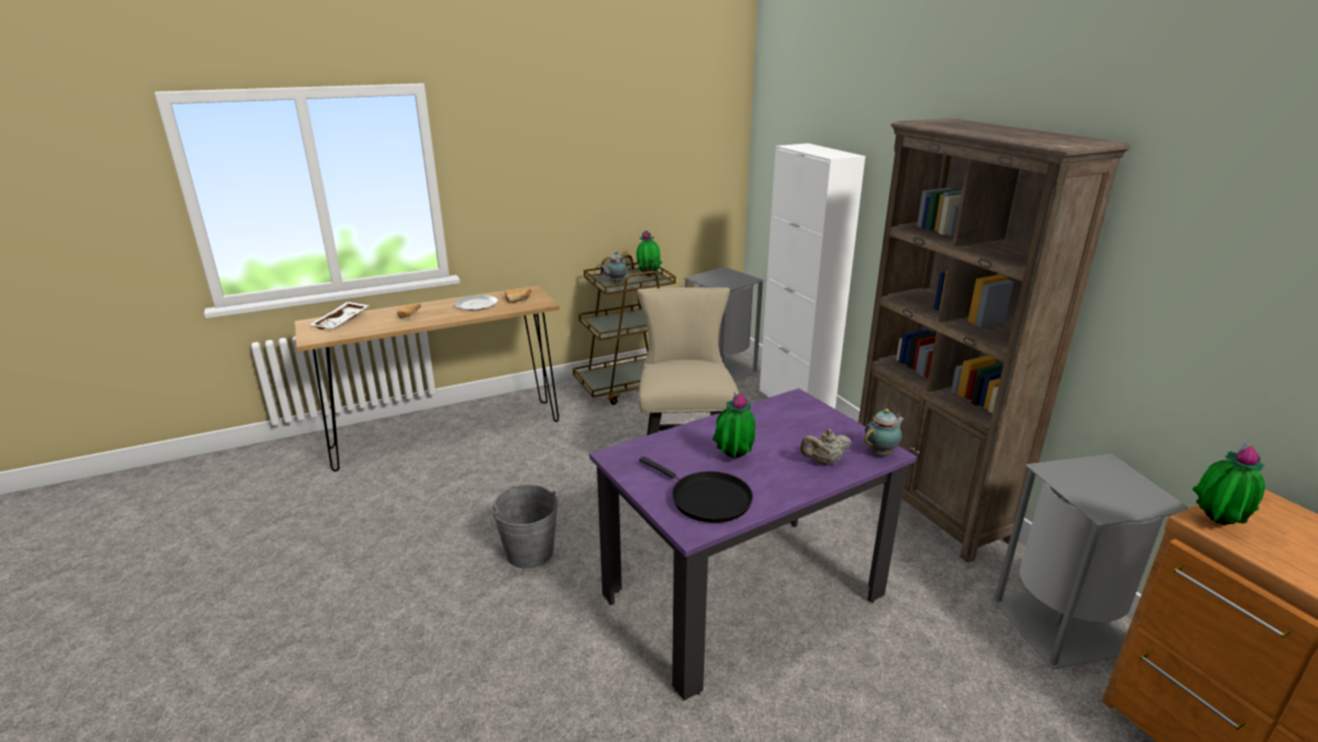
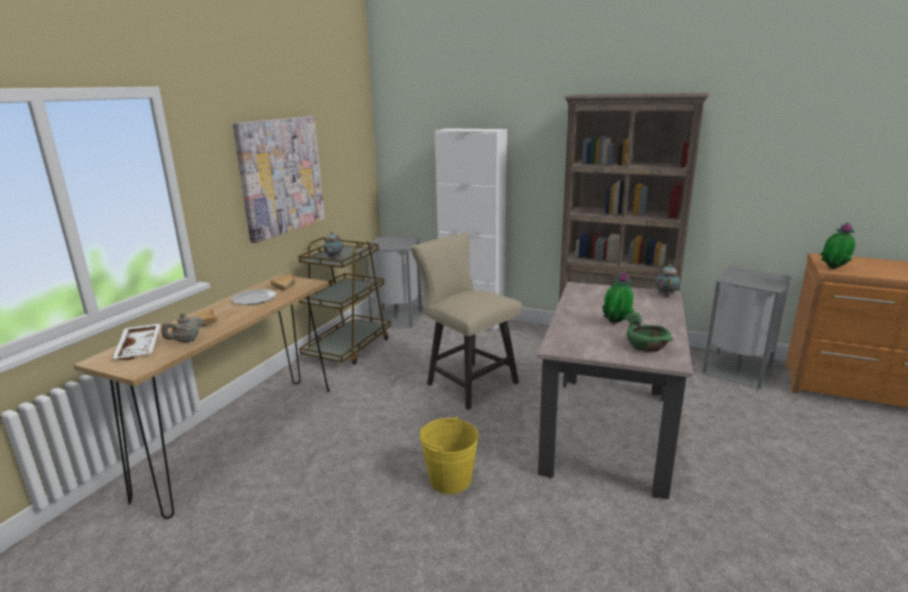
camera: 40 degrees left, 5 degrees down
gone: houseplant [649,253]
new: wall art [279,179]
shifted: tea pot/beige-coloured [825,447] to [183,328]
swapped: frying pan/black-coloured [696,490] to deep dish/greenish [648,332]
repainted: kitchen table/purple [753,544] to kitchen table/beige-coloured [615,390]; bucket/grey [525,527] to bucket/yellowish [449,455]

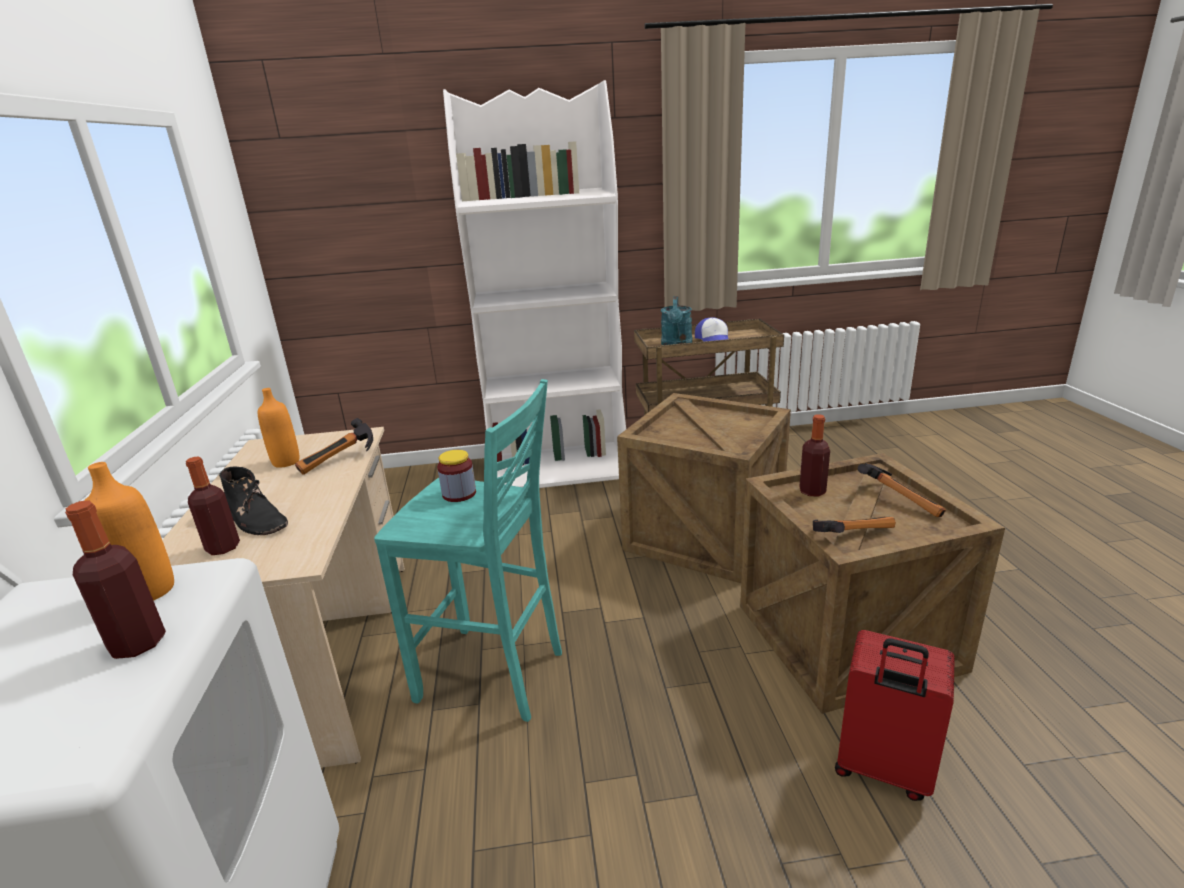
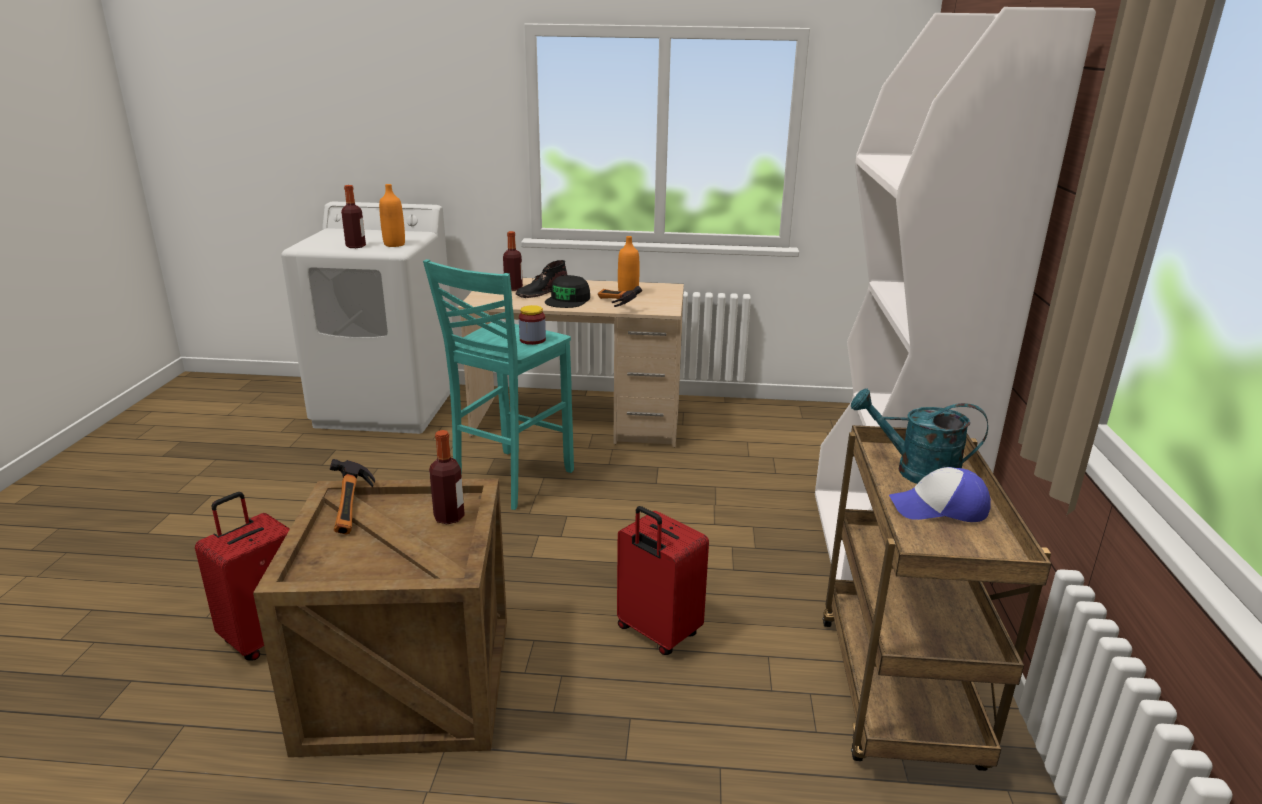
camera: 100 degrees right, 0 degrees up
gone: tool hammer [902,490]
new: baseball cap/black-coloured [567,291]
swapped: shipping crate [704,488] to travel case/red-coloured [663,580]

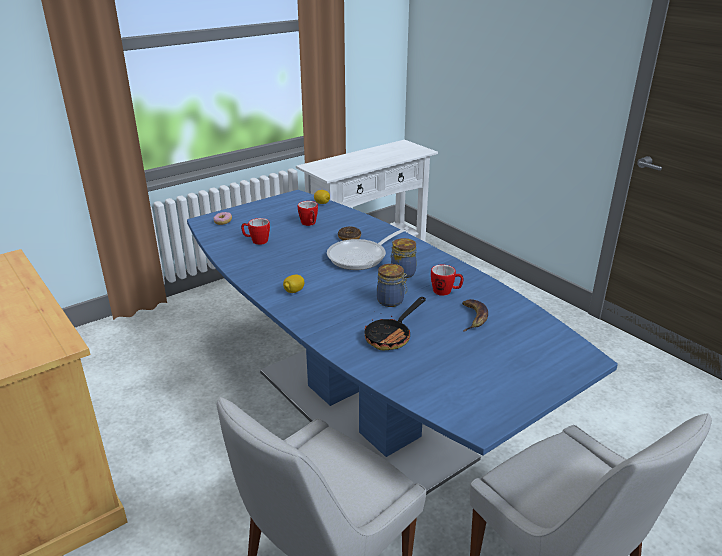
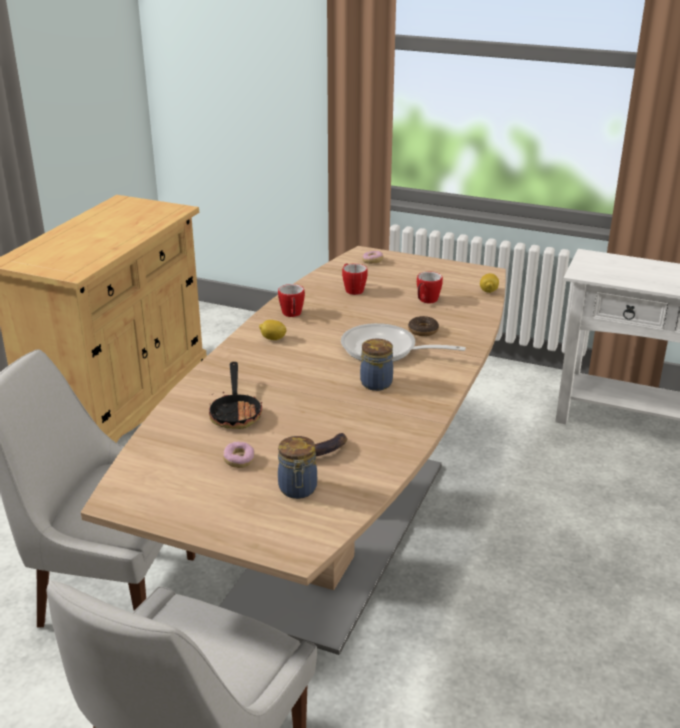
camera: 60 degrees right, 0 degrees up
new: ring doughnut [238,455]
shifted: preserve jar [392,285] to [297,467]; coffee mug [447,280] to [291,300]
repainted: kitchen table/blue [402,342] to kitchen table/brown [293,450]
rotated: frying pan [395,323] = [235,395] 105 degrees counterclockwise

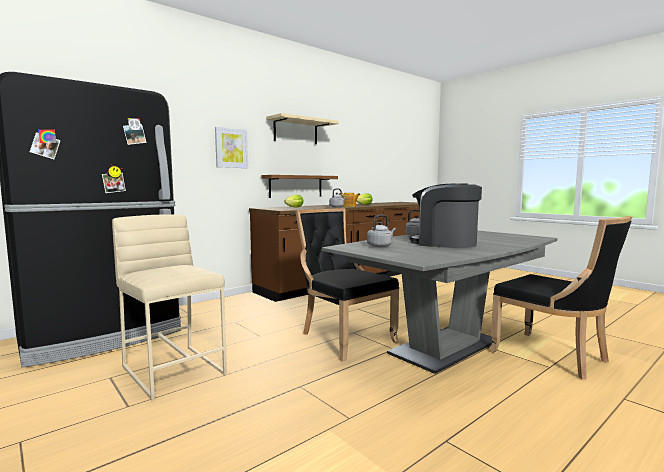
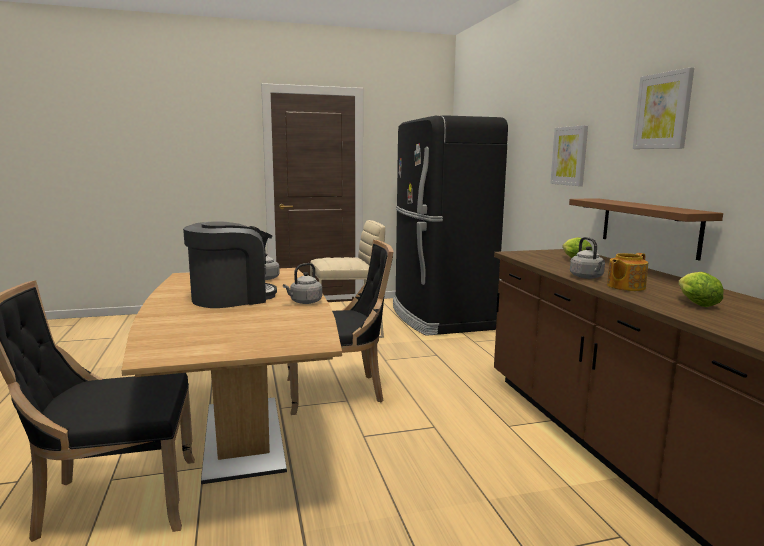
camera: 115 degrees right, 5 degrees up
swapped: shelf/beige-coloured [302,128] to wall art [663,108]
repainted: kitchen table/grey [439,302] to kitchen table/brown [232,376]

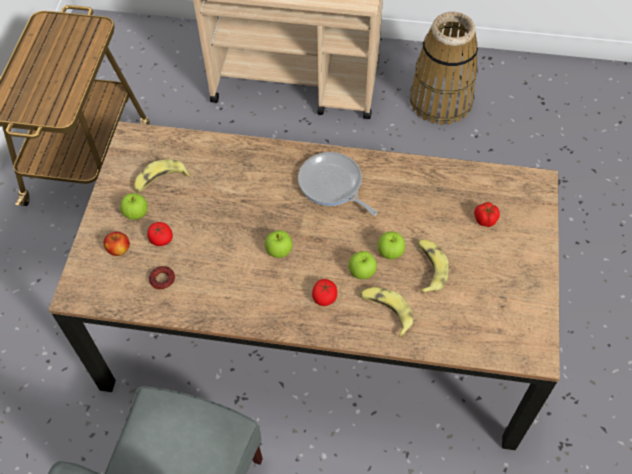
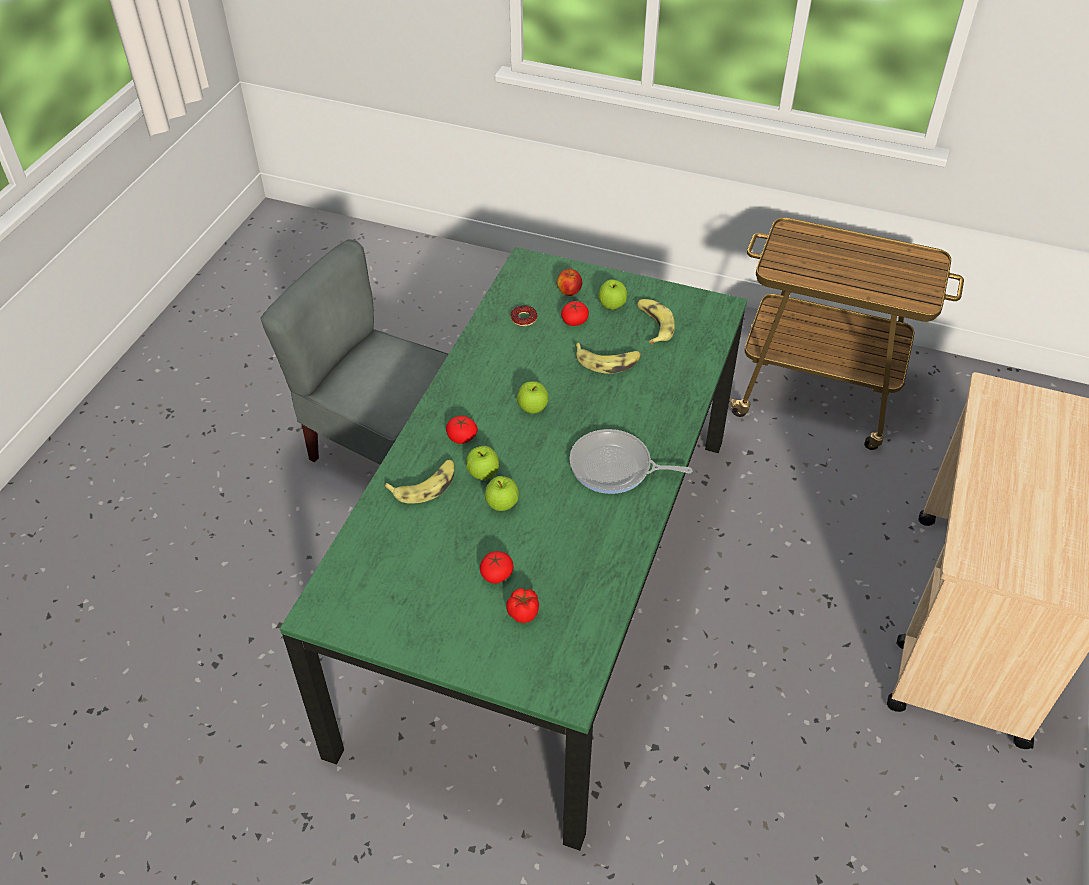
camera: 100 degrees right, 10 degrees down
gone: household basket [444,68]
new: tomato [496,567]
shifted: banana fruit [433,266] to [608,358]
repainted: kitchen table/brown [304,285] to kitchen table/greenish [513,549]
rotated: frying pan [338,184] = [631,461] 135 degrees counterclockwise

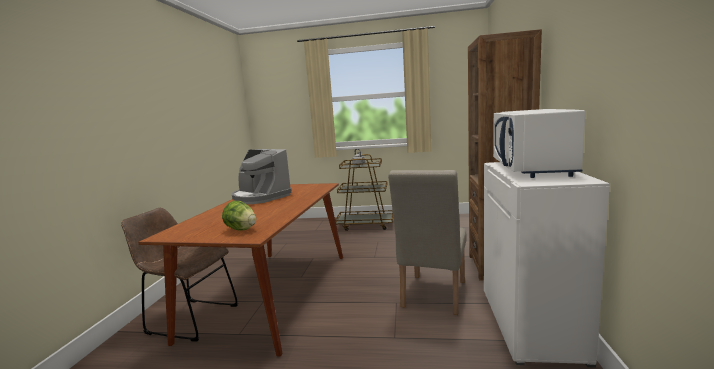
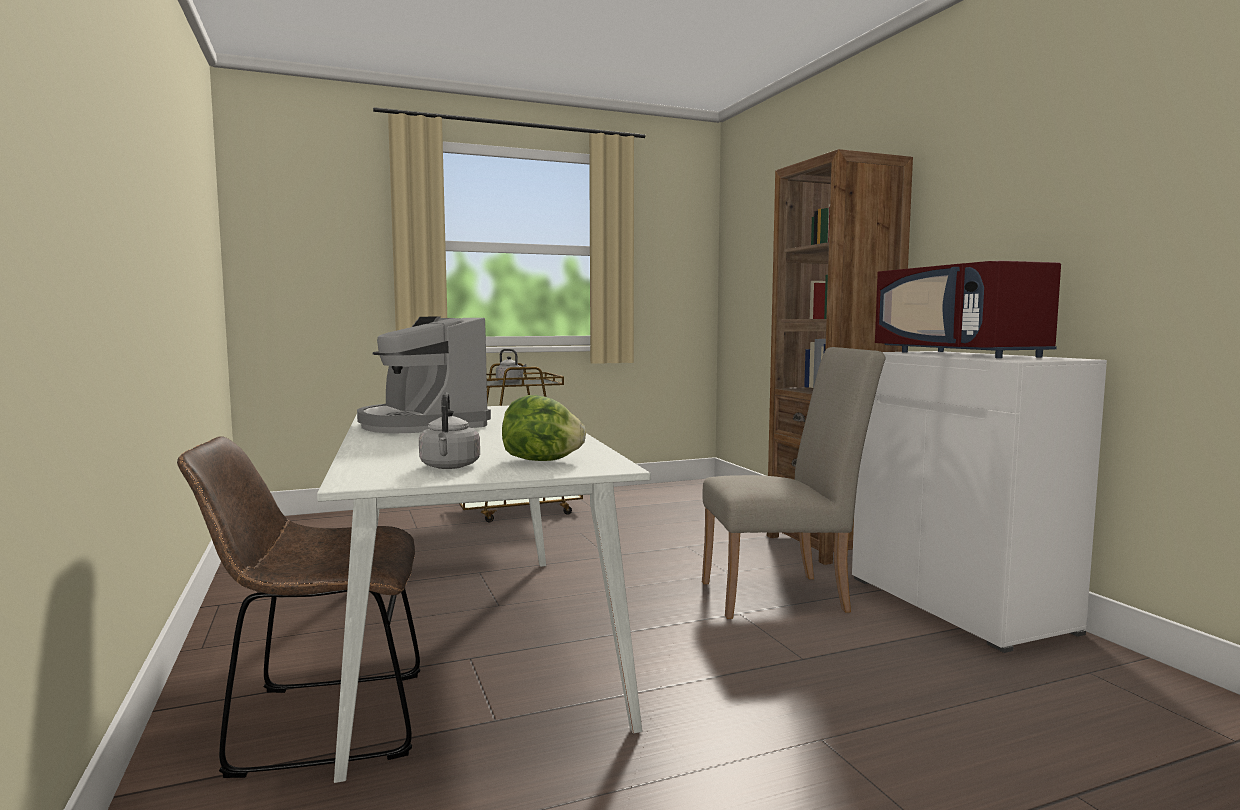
camera: 30 degrees left, 5 degrees down
new: water kettle/grey [449,430]
repainted: kitchen microwave/white-coloured [539,143] to kitchen microwave/red-coloured [968,309]; kitchen table/brown [240,270] to kitchen table/white-coloured [484,594]
rotated: coffee machine [262,176] = [424,375] 45 degrees clockwise; chair/beige-coloured [427,242] = [794,483] 90 degrees counterclockwise

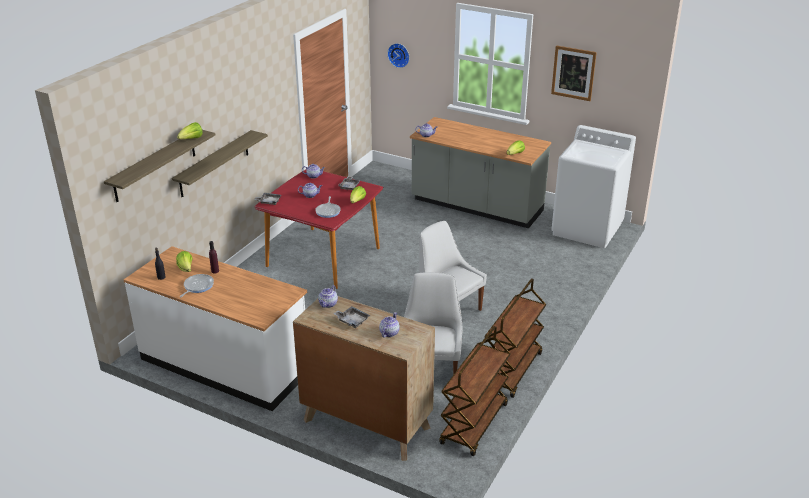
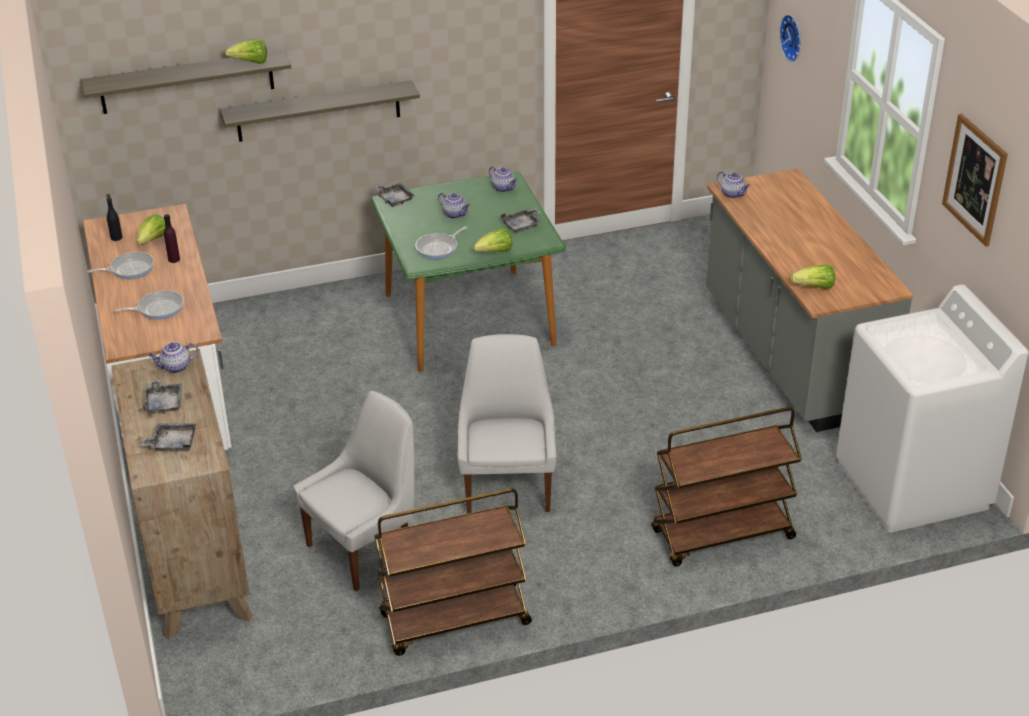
camera: 45 degrees right, 5 degrees up
new: frying pan [149,305]
shifted: wheeled cart/brown [475,391] to [726,487]
swapped: tea pot [389,324] to tray/grey [168,437]
repainted: kitchen table/red-coloured [319,229] to kitchen table/greenish [468,272]

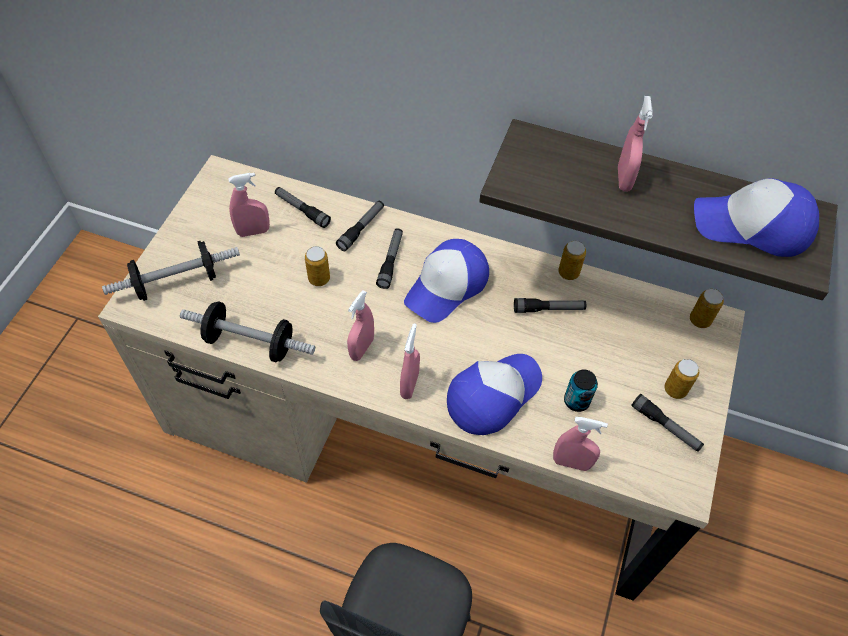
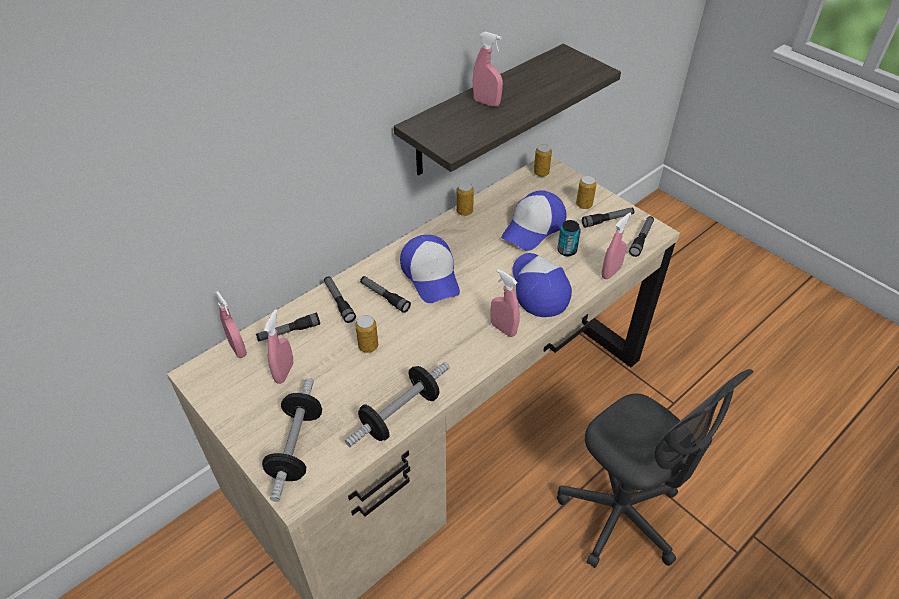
camera: 60 degrees left, 10 degrees down
shifted: baseball cap [756,217] to [534,220]; spray bottle/pink [360,325] to [231,324]; hand torch [550,305] to [641,236]

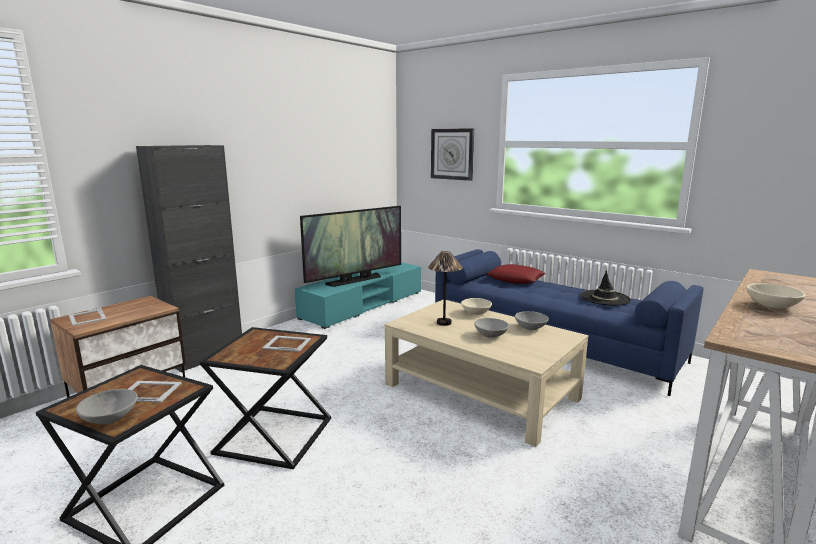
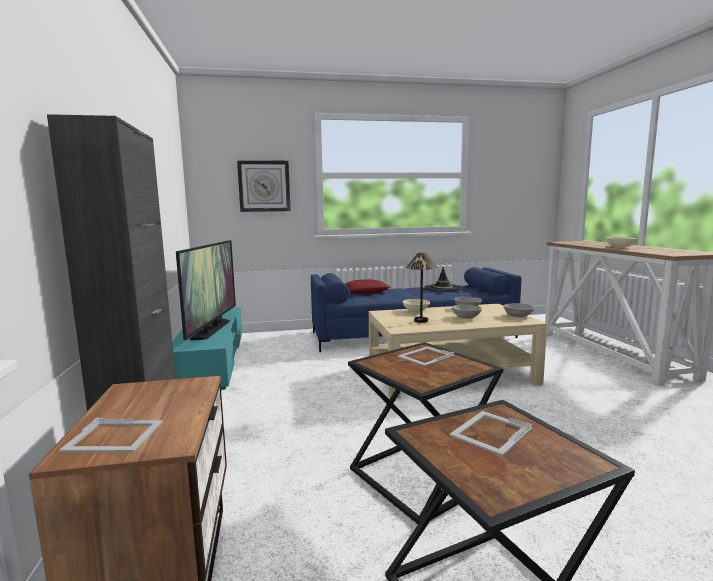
camera: 50 degrees left, 5 degrees down
shifted: deep dish/grey [107,406] to [519,310]

